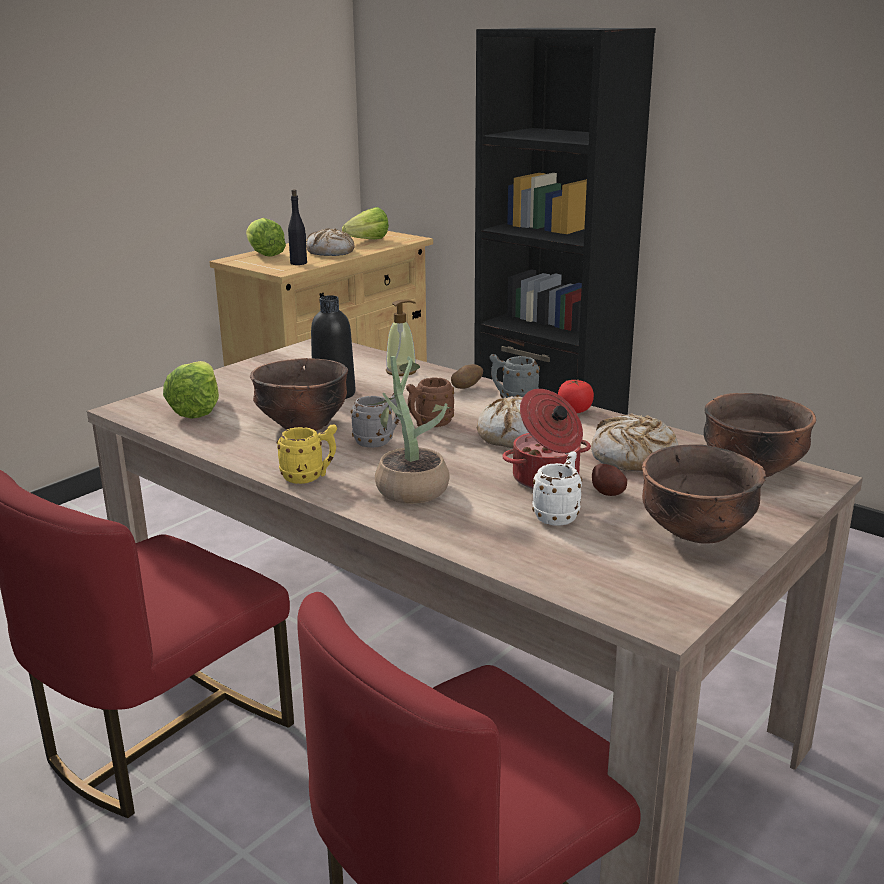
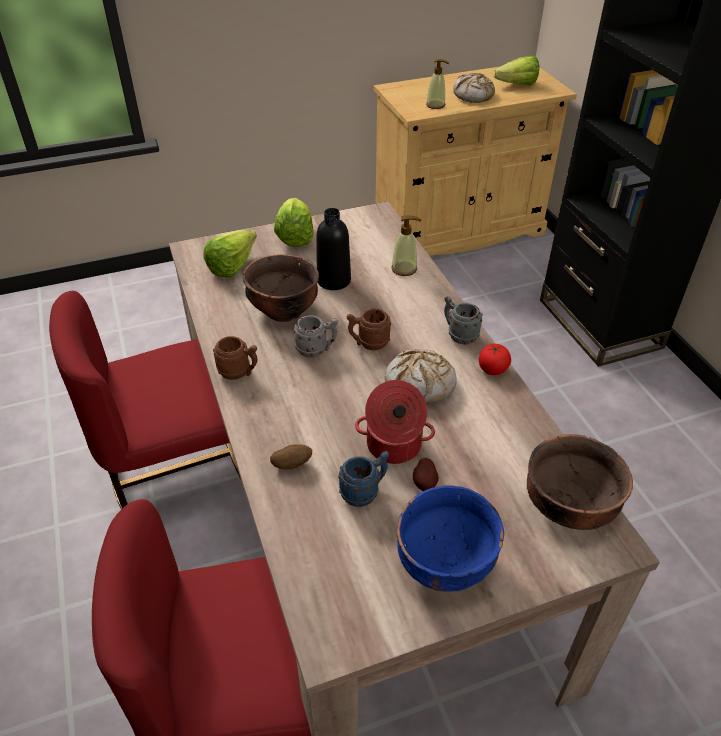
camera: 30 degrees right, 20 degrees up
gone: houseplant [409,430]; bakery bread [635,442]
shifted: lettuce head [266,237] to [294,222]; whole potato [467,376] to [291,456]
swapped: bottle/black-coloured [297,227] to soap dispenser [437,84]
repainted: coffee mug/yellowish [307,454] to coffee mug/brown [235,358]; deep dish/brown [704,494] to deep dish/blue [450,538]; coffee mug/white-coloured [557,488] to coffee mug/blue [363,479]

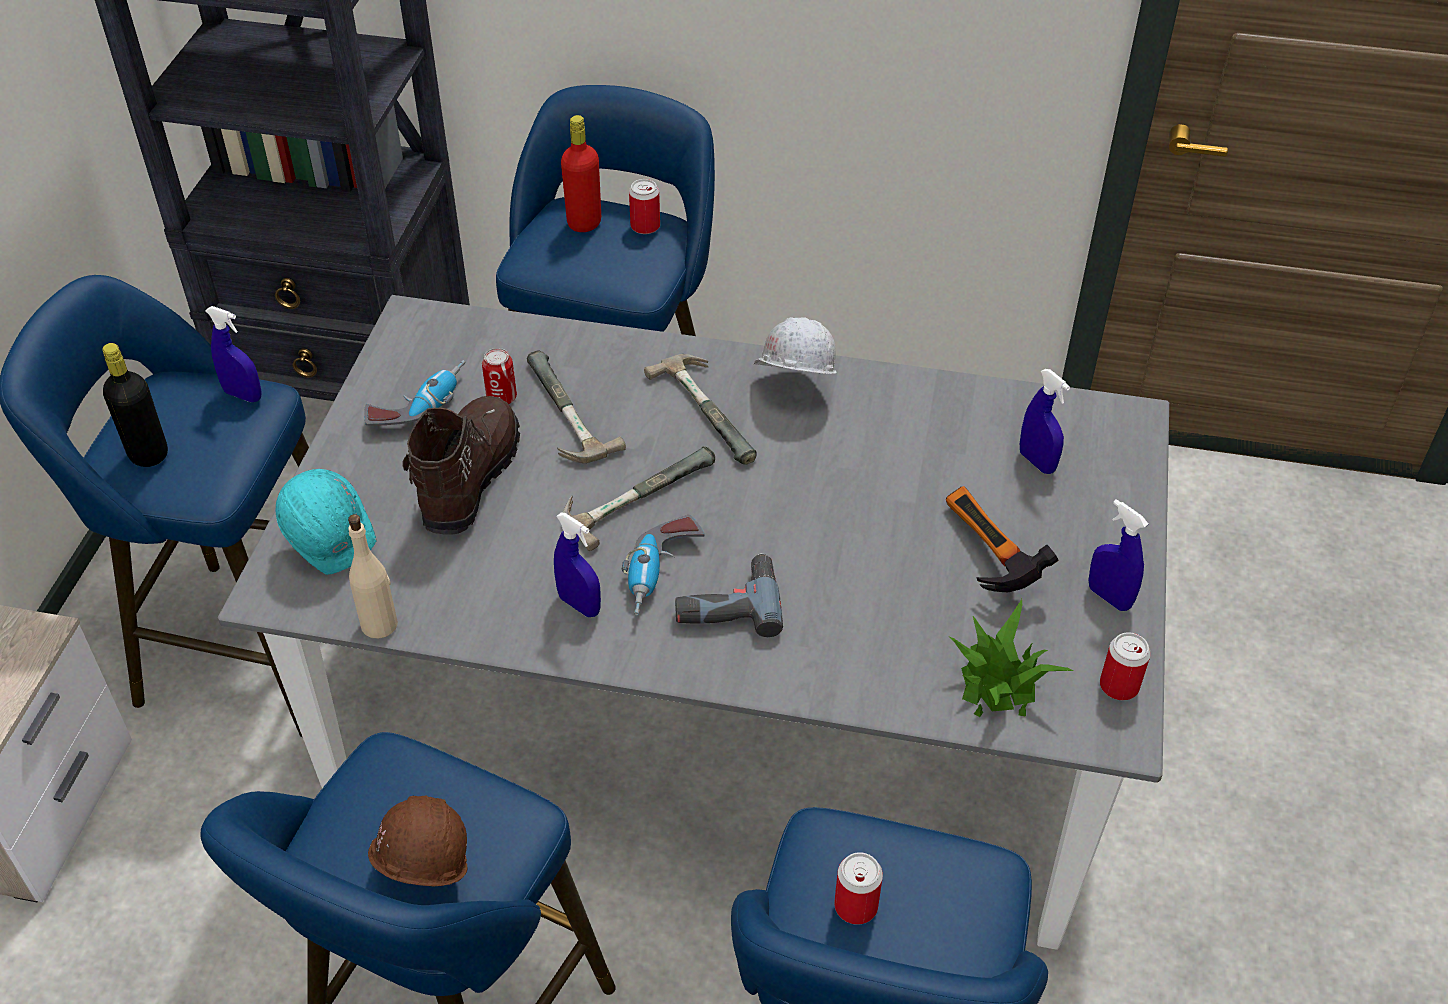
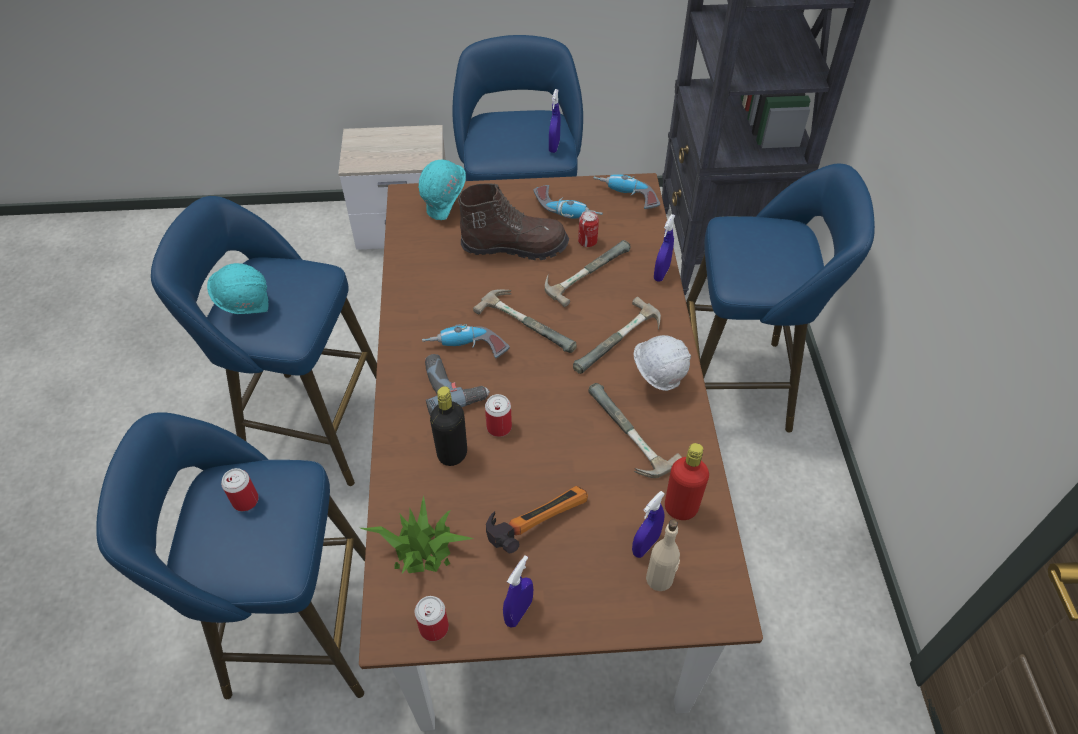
camera: 75 degrees right, 5 degrees up
new: power drill [626,191]; tool hammer [635,430]
shifted: bottle/red-coloured [581,173] to [687,481]; can [644,206] to [498,415]; bottle/black-coloured [135,405] to [448,426]; spray bottle/blue [577,564] to [664,248]; bottle/beige-coloured [373,576] to [663,555]
repainted: kitchen table/grey [693,622] to kitchen table/brown [561,452]; work helmet/brown [417,841] to work helmet/turquoise-coloured [237,288]

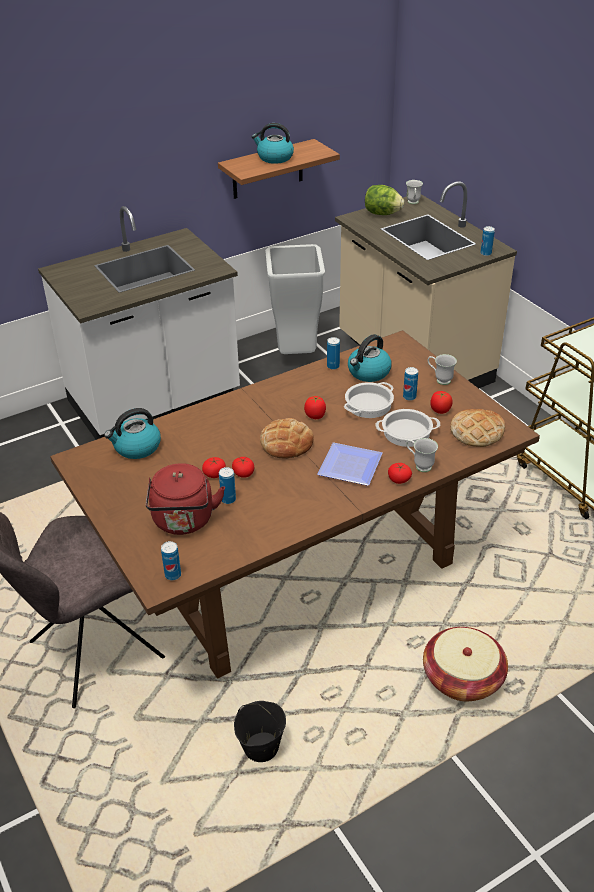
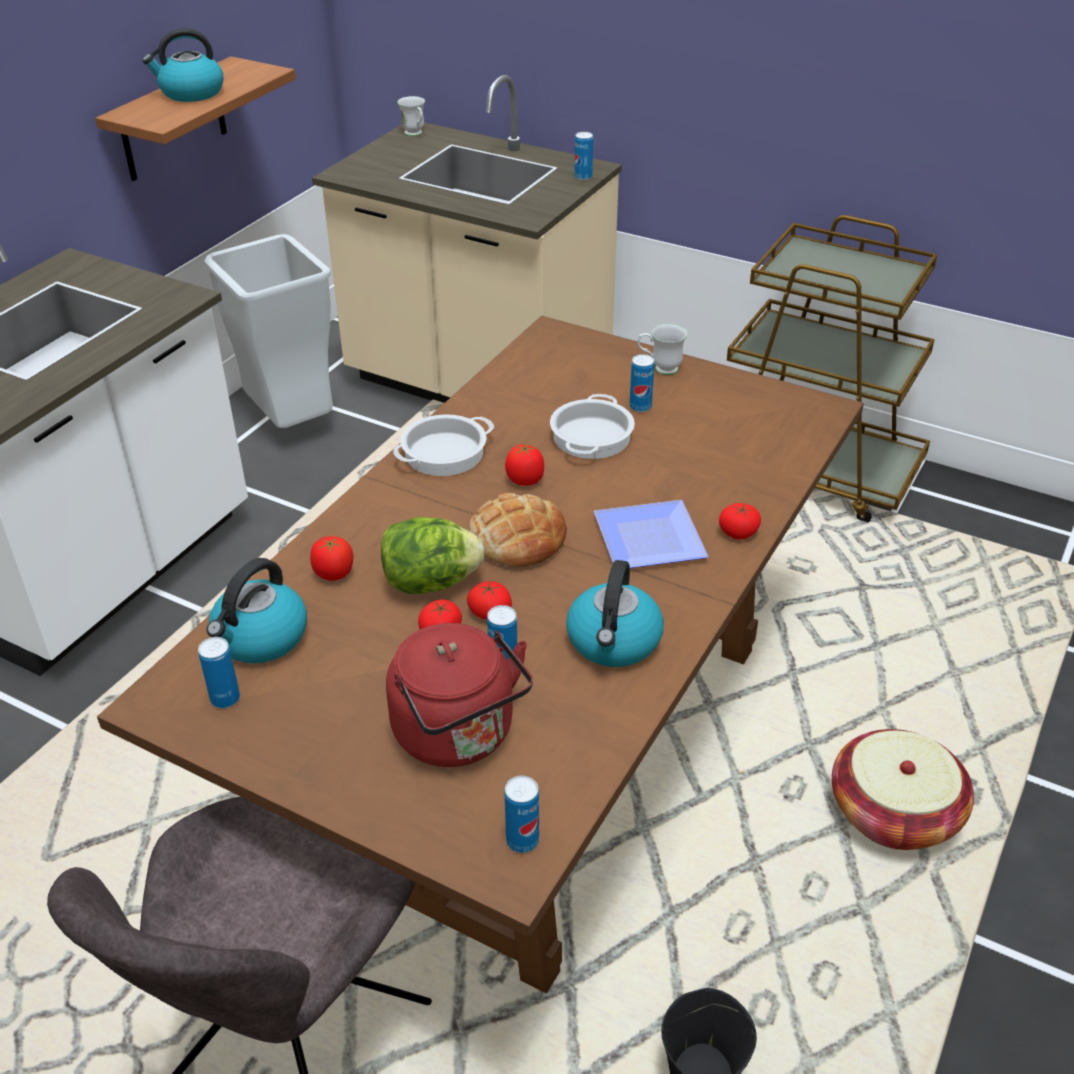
camera: 30 degrees left, 0 degrees up
gone: bakery bread [477,428]; coffee mug/white-coloured [422,455]
shifted: lettuce head [384,200] to [433,555]; water kettle [370,358] to [615,613]; can [333,353] to [219,672]; tomato [441,402] to [331,558]; stockpot [408,428] to [443,445]

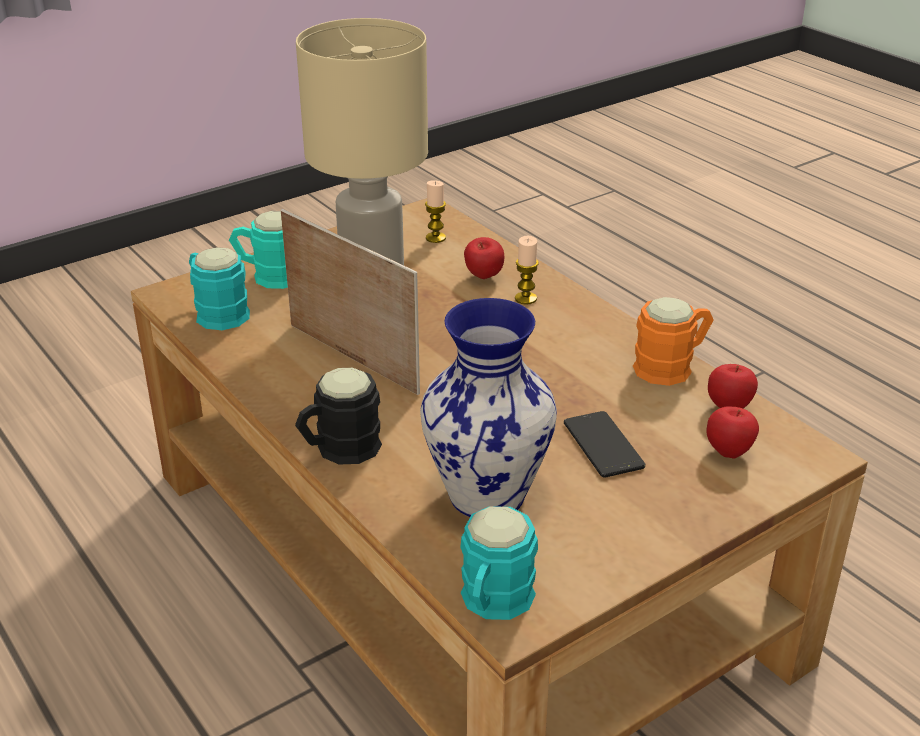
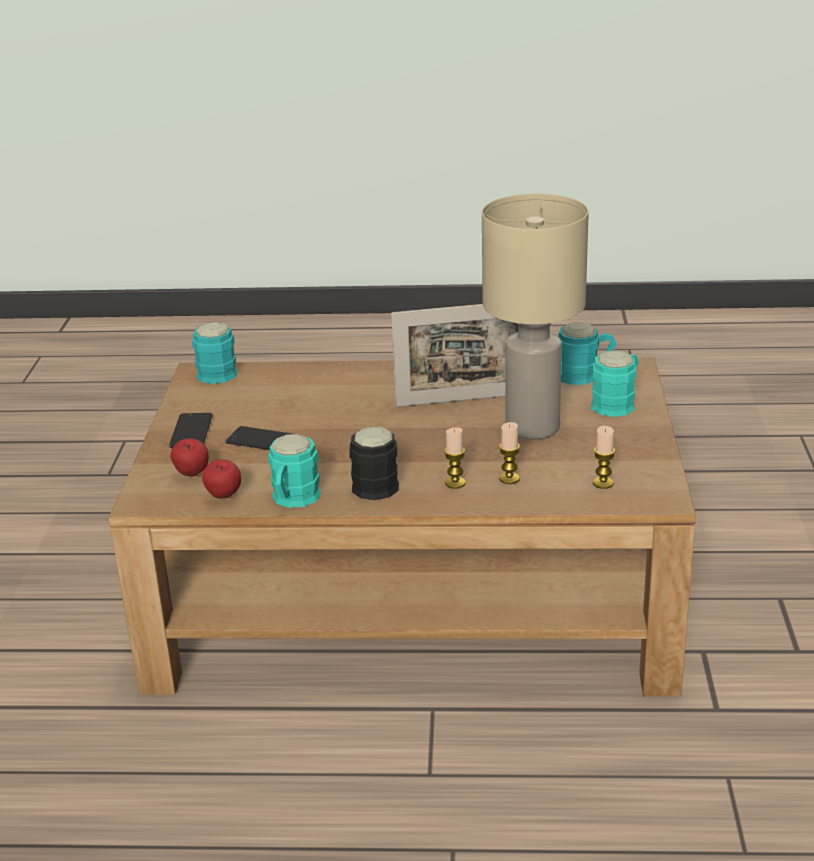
camera: 130 degrees right, 5 degrees down
gone: flower vase [488,407]
new: phone [191,430]
shifted: coffee mug/black-coloured [338,416] to [374,463]
swapped: apple fruit [484,258] to candle [509,453]
repainted: coffee mug/orangey [673,341] to coffee mug/turquoise-coloured [294,471]

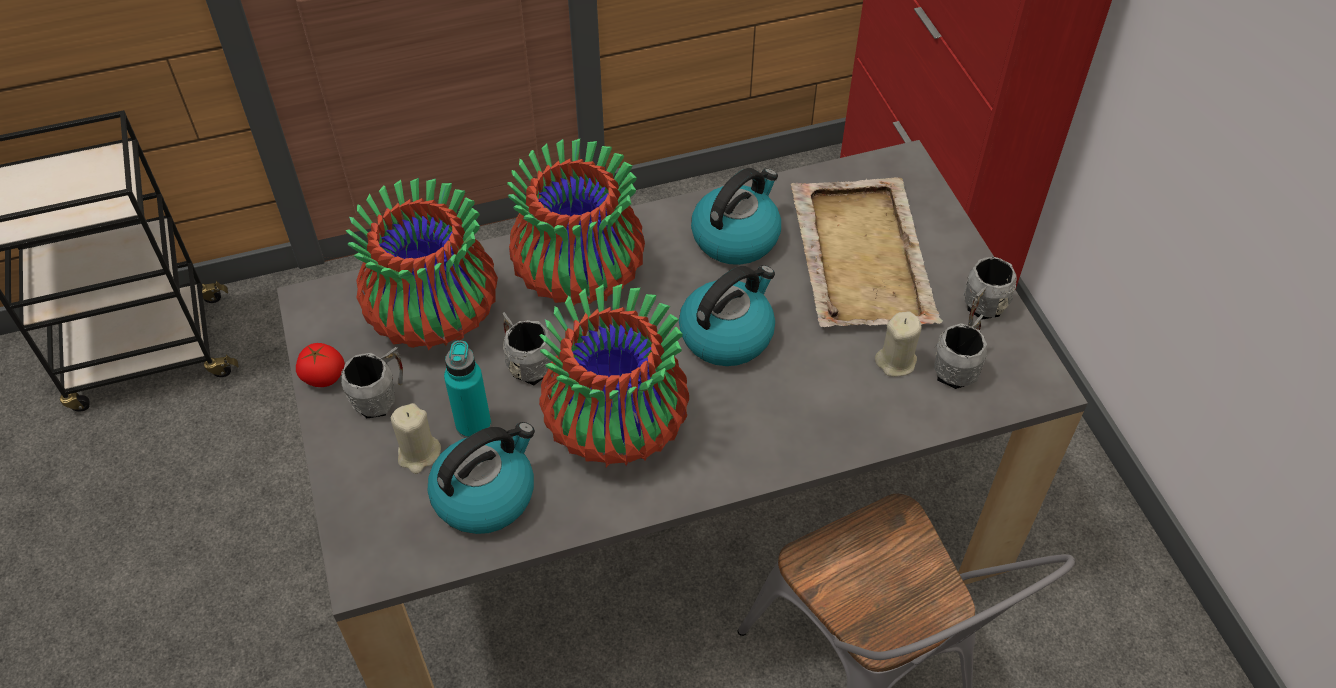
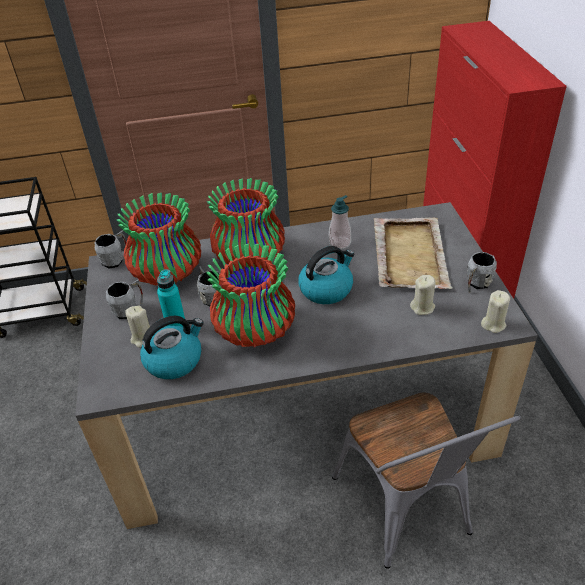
camera: 10 degrees right, 10 degrees down
gone: tomato [320,365]
new: candle/beige-coloured [495,311]
shifted: coffee mug/grey [960,352] to [110,250]
swapped: water kettle [736,216] to soap dispenser [340,222]

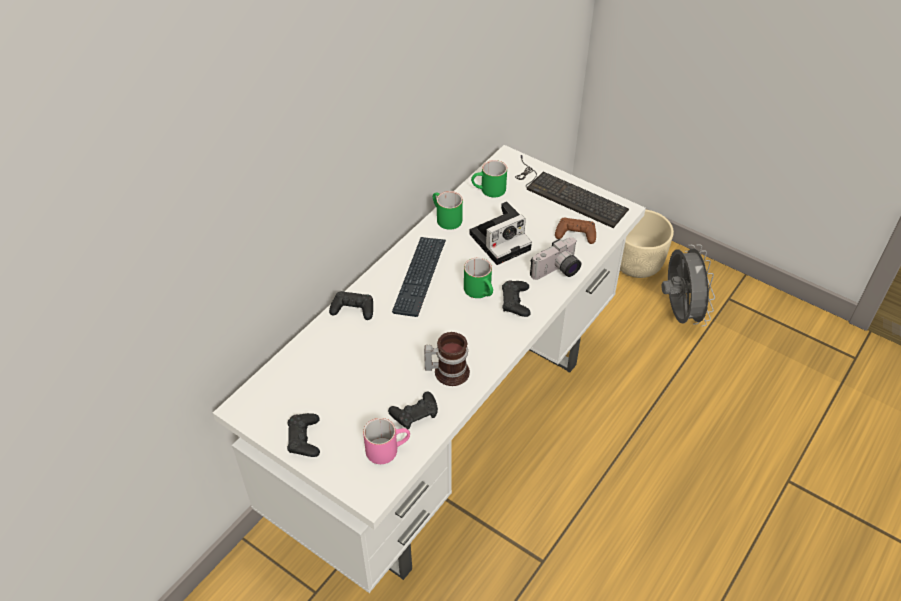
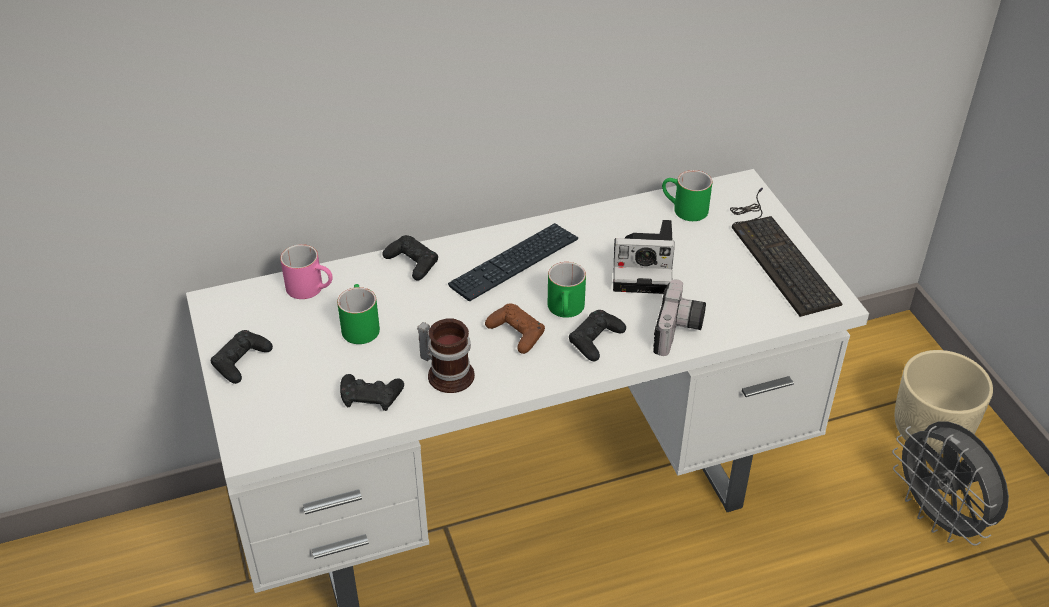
camera: 35 degrees right, 5 degrees down
shifted: coffee mug/greenish [448,210] to [358,314]; joypad/brown [575,231] to [515,328]; coffee mug/pink [386,441] to [306,271]
rotated: still camera [555,258] = [679,317] 75 degrees counterclockwise; electric fan/grey [688,285] = [950,483] 120 degrees clockwise

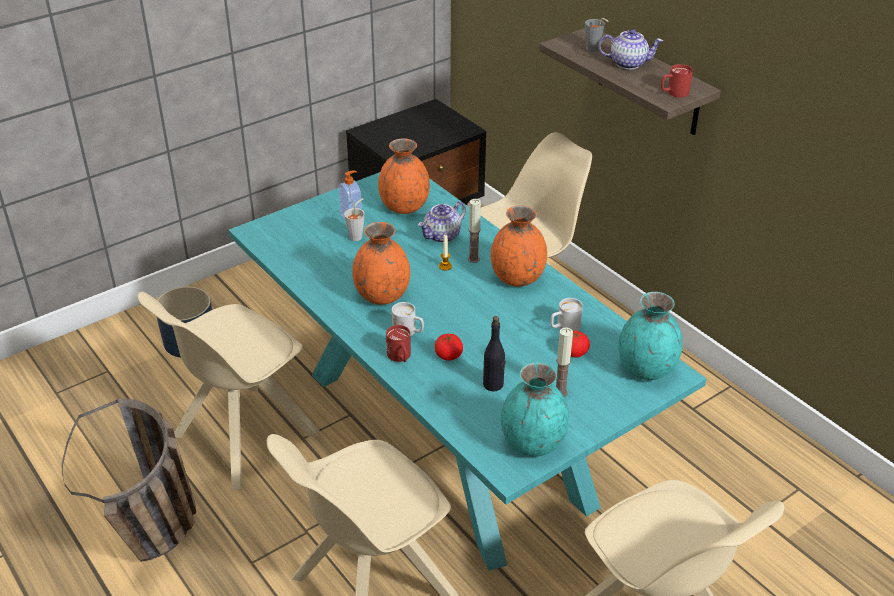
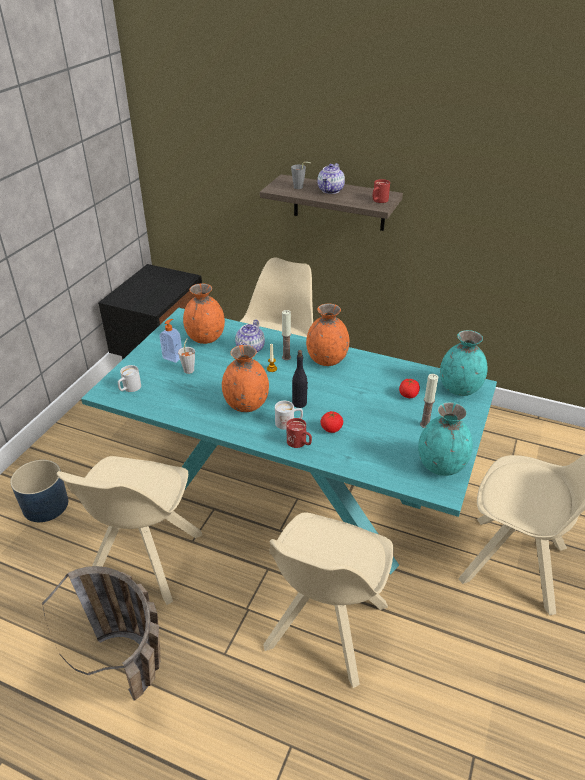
camera: 30 degrees left, 0 degrees up
shifted: coffee mug/white-coloured [566,314] to [129,378]; bottle/black-coloured [494,353] to [300,379]
rotated: tea pot [631,49] = [331,178] 135 degrees clockwise

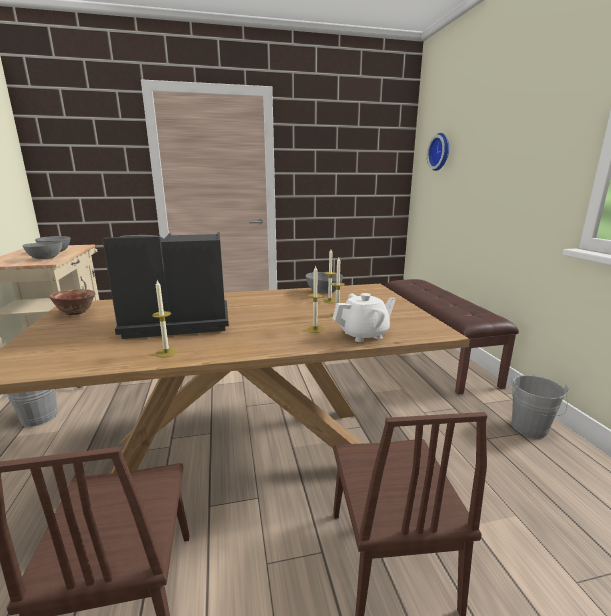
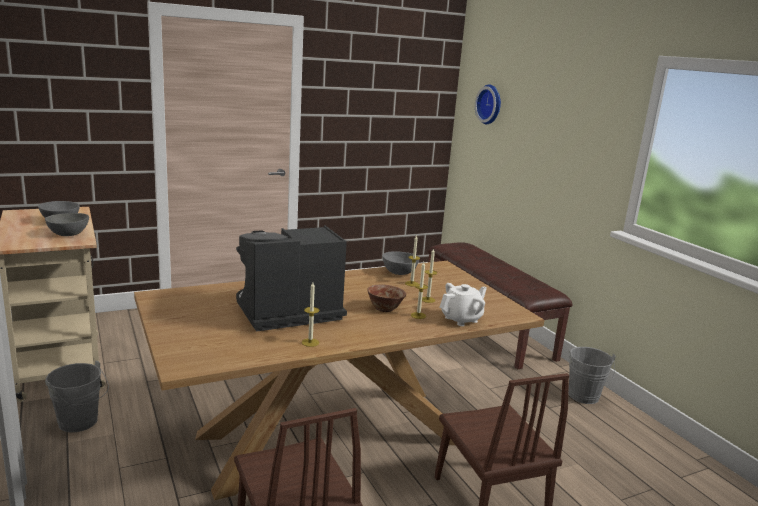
camera: 15 degrees left, 0 degrees up
shifted: deep dish [72,302] to [386,298]

